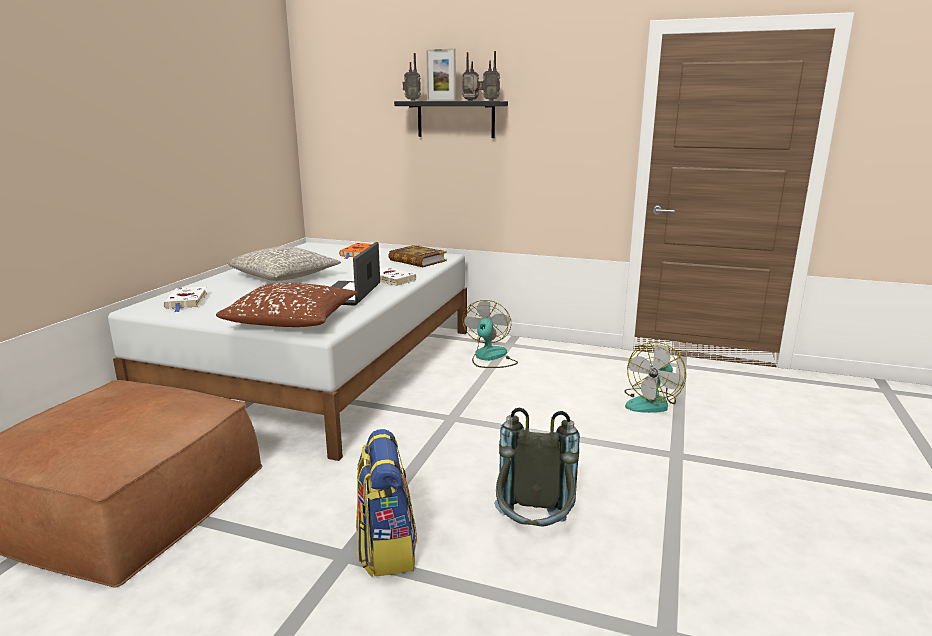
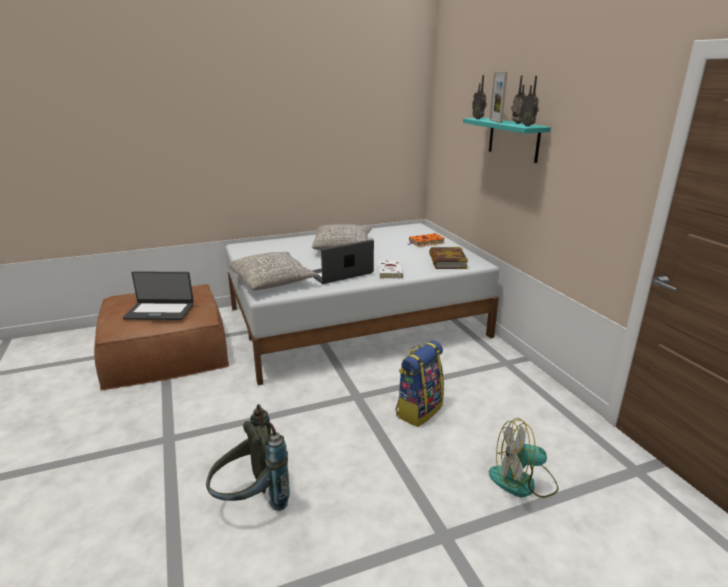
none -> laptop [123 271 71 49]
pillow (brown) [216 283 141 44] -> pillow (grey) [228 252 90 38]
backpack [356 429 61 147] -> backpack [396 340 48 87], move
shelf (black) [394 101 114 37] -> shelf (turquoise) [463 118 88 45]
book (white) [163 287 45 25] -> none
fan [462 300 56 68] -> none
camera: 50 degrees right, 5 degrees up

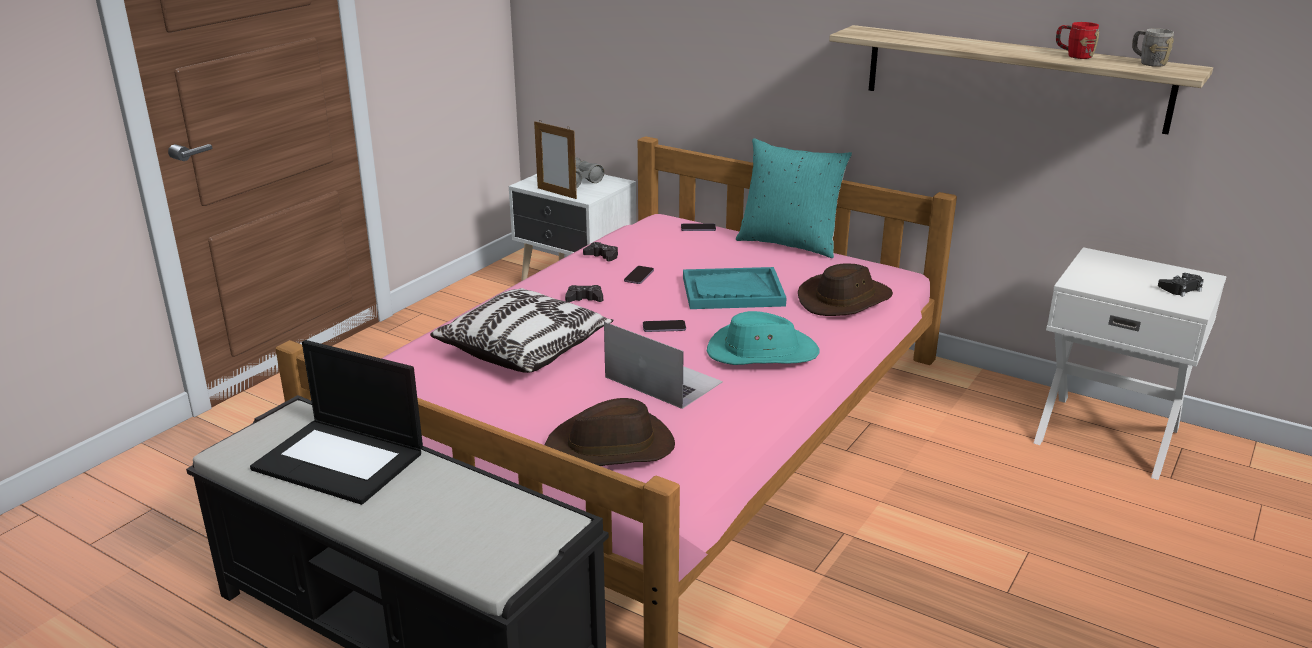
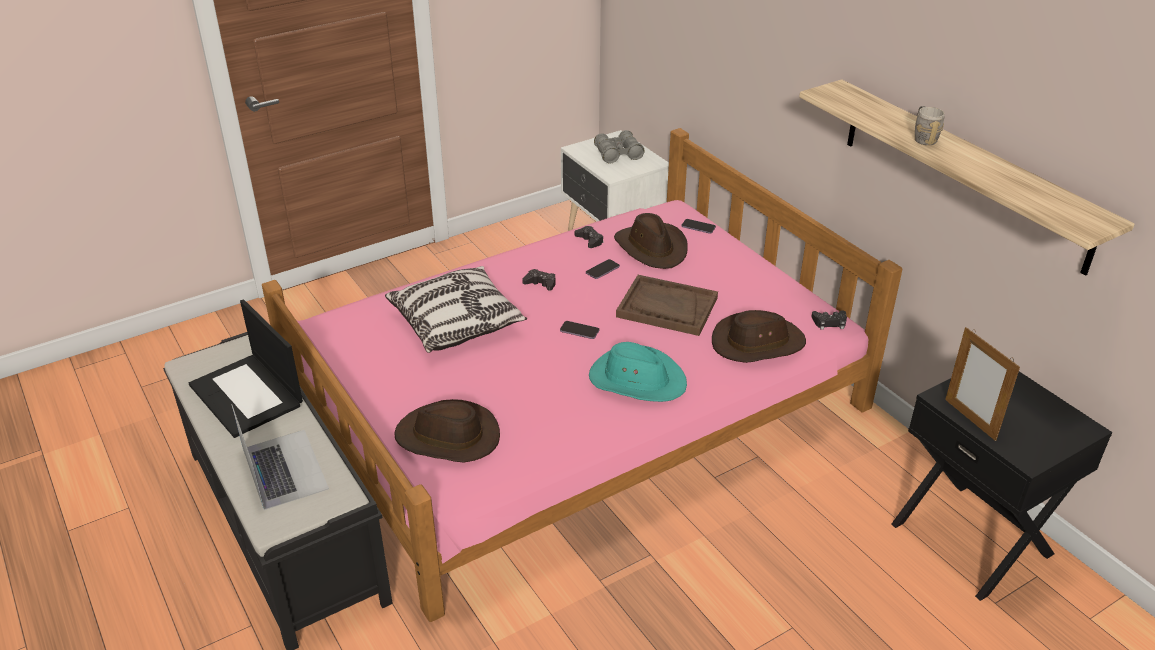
laptop [604 322 119 87] -> laptop [231 404 98 106], move
none -> hat (brown) [614 213 74 56]
tray (turquoise) [683 267 104 42] -> tray (brown) [616 275 102 61]
game controller (black) [1158 273 46 24] -> game controller (black) [811 310 36 20], move
nightstand (white) [1034 247 192 233] -> nightstand (black) [891 372 221 229]
mug (grey) [1132 28 42 39] -> mug (grey) [915 106 30 39], move
picture frame [534 121 43 78] -> picture frame [945 327 75 114], move
pillow (turquoise) [736 138 116 120] -> none
mug (red) [1056 22 43 37] -> none
camera: 25 degrees right, 10 degrees up

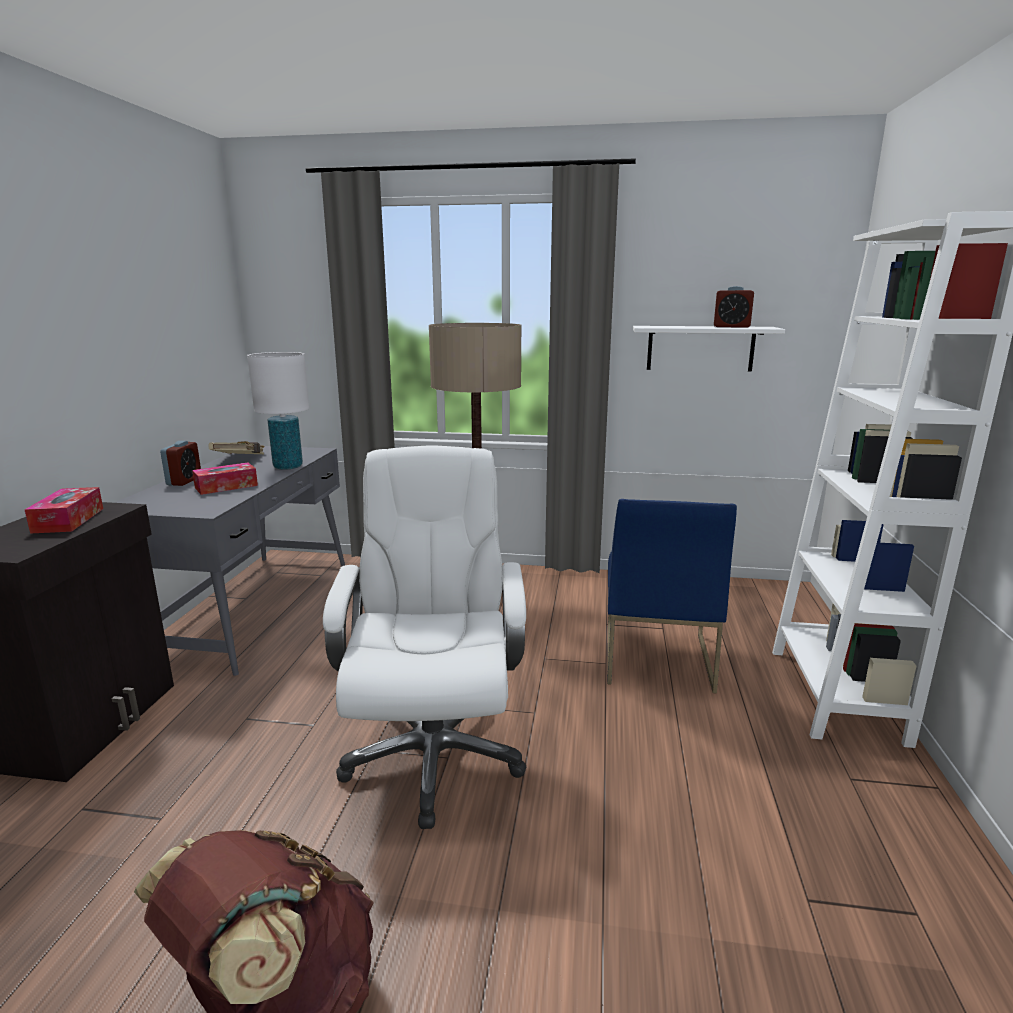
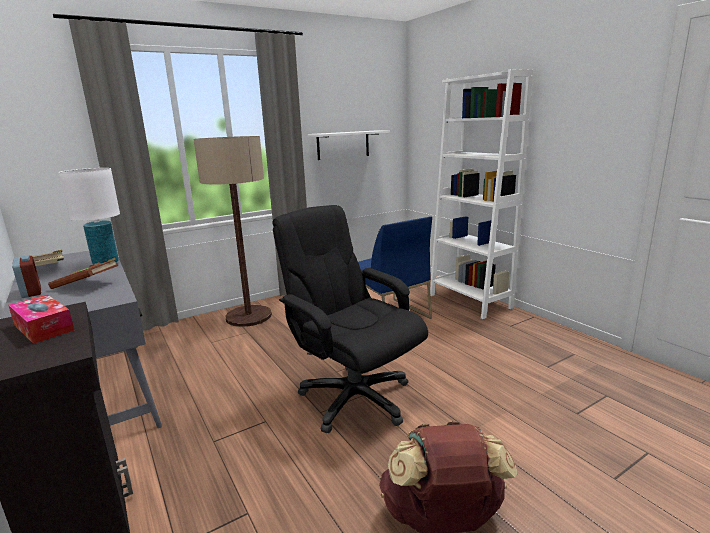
tissue box [192 462 66 33] -> book (brown) [48 258 70 31]
office chair (white) [323 445 203 384] -> office chair (black) [272 205 156 228]
alarm clock [714 286 40 42] -> none
camera: 40 degrees left, 0 degrees up

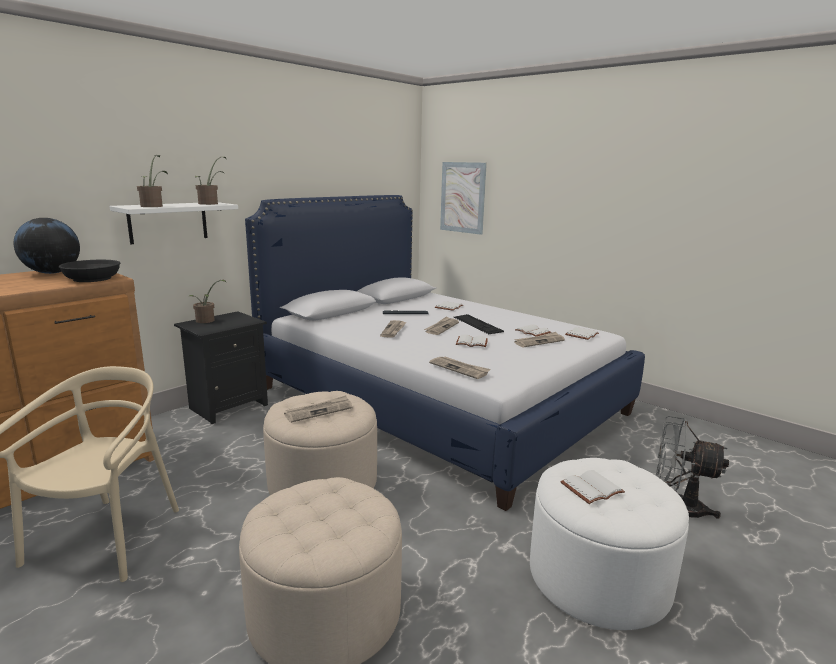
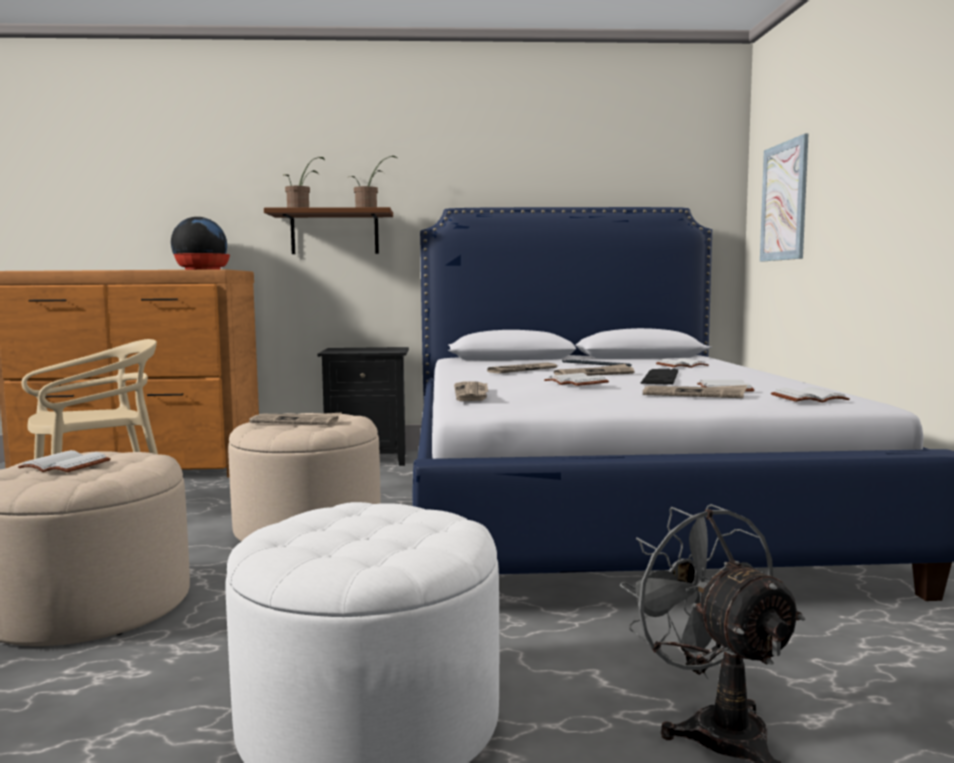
book (white) [560 470 65 34] -> book (white) [18 450 93 23], move
bowl (black) [59 260 61 22] -> bowl (red) [174 253 56 17]
shelf (white) [110 202 128 42] -> shelf (brown) [264 207 129 47]
potted plant [189 280 38 43] -> none
camera: 45 degrees right, 10 degrees down

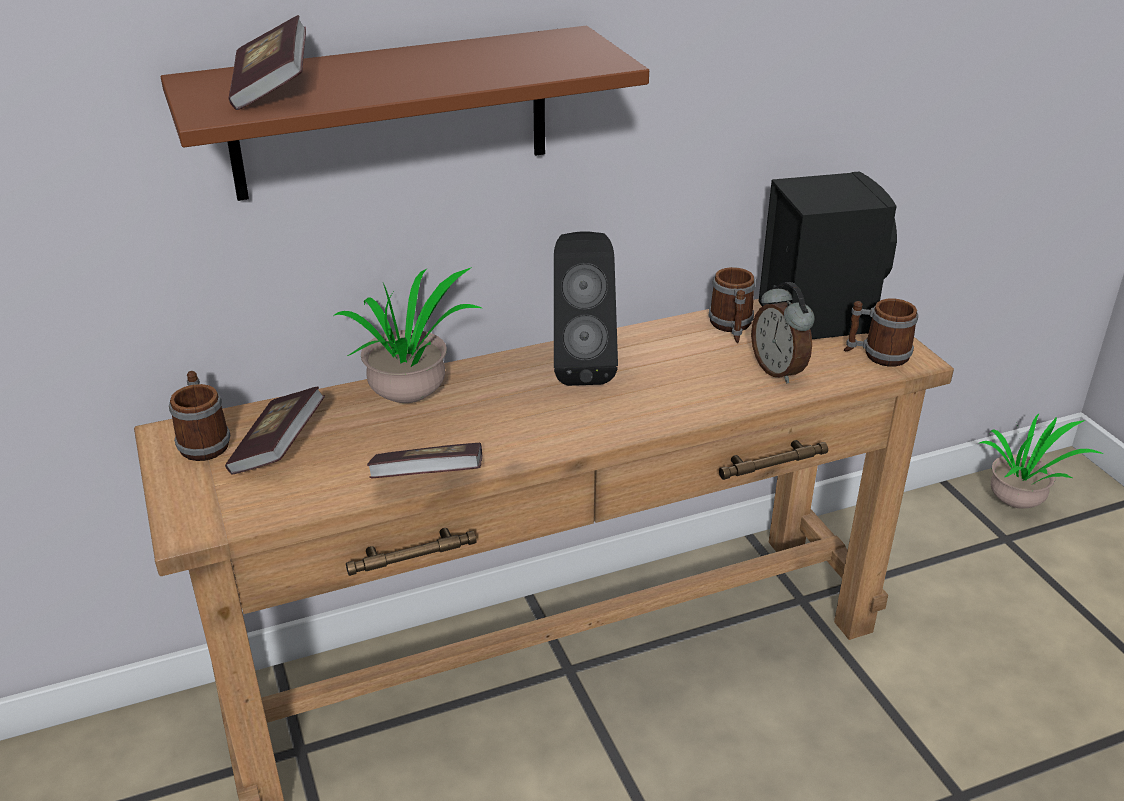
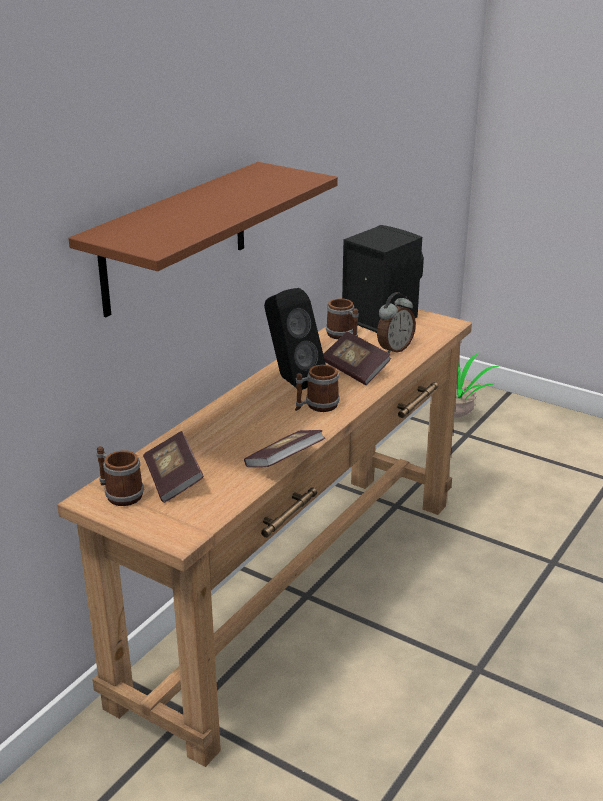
mug [844 299 74 67] -> mug [295 365 45 47], move
book [228 15 78 95] -> book [323 332 68 53], move
alarm clock [751 282 64 102] -> alarm clock [377 292 39 62], 75 degrees counterclockwise
potted plant [334 267 148 136] -> none
camera: 35 degrees left, 5 degrees down

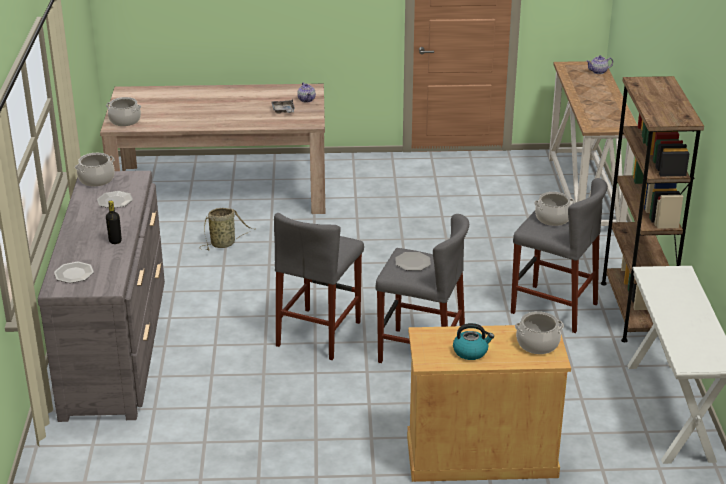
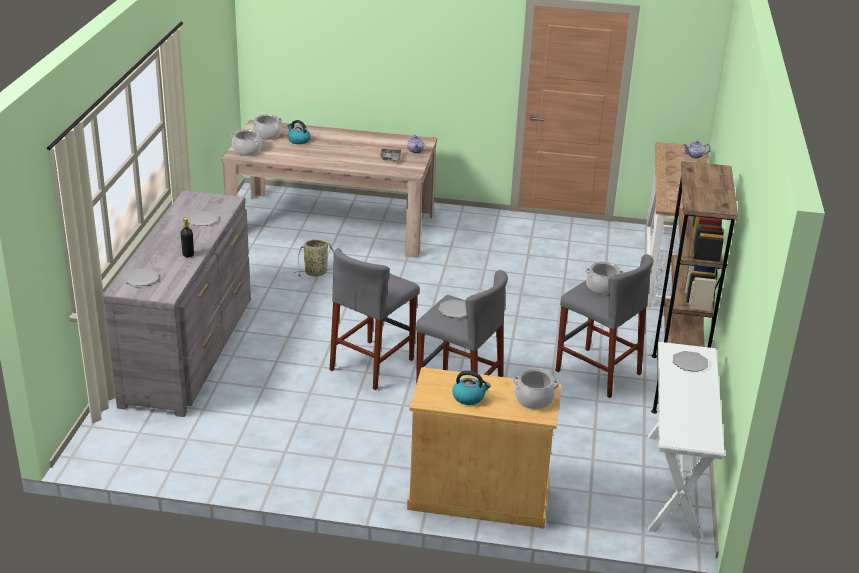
cooking pot [75 153 40 33] -> cooking pot [251 114 32 26], move
none -> kettle [287 120 23 24]
none -> plate [673 351 35 21]
camera: 10 degrees right, 0 degrees up

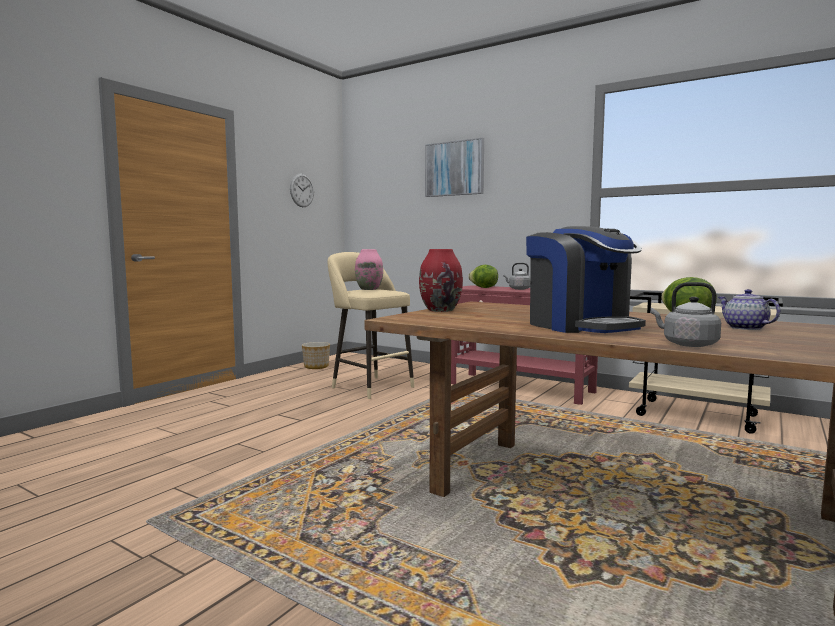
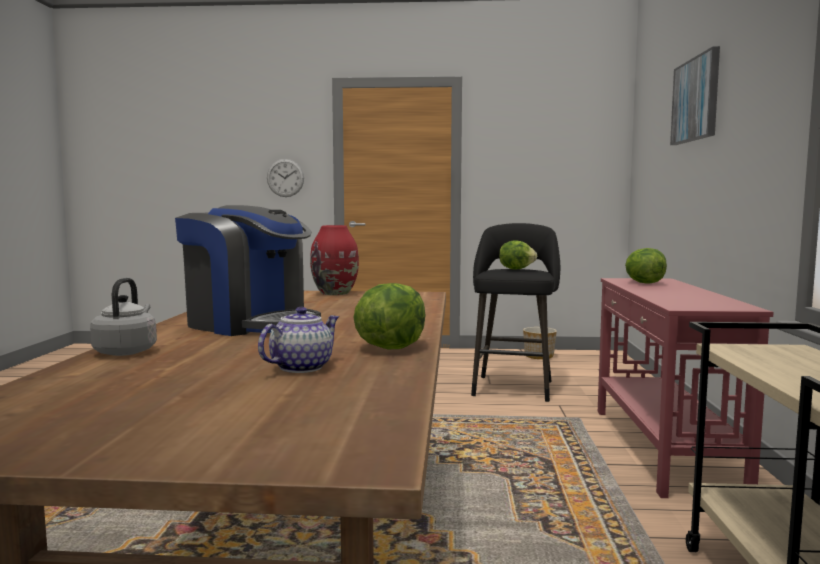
coffee machine [526 226 120 107] -> coffee machine [175 205 146 131], 90 degrees counterclockwise
wall clock [290 174 24 33] -> wall clock [267 159 37 38], move
stool (beige) [328 252 87 147] -> stool (black) [471 223 89 179]
vase (pink) [355 249 28 41] -> lettuce [499 240 38 29]
kettle (grey) [503 263 27 27] -> none
camera: 60 degrees right, 0 degrees up

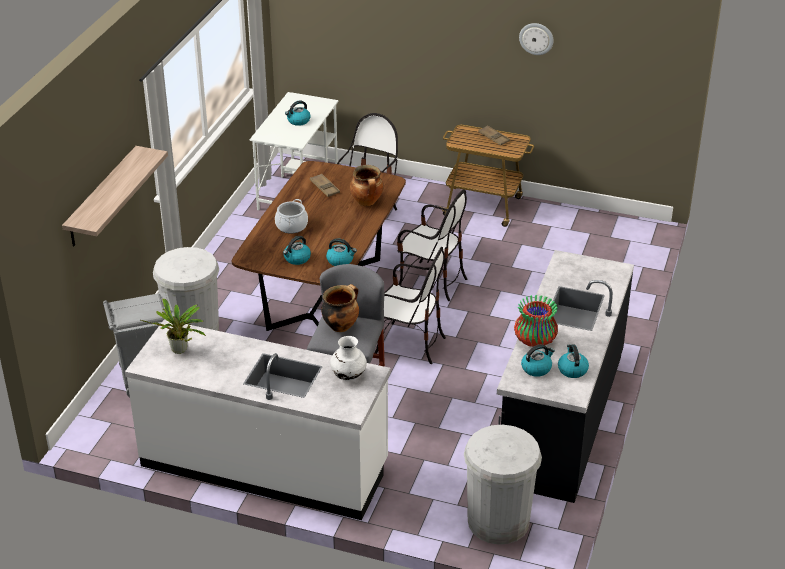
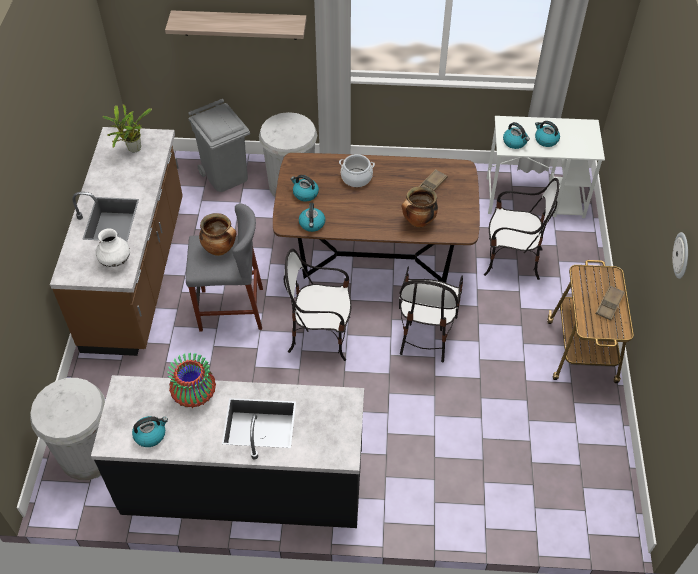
counter (white) [125 319 266 201] -> counter (brown) [50 127 133 229]
chair [375 247 71 117] -> chair [283 248 69 113], 90 degrees clockwise
kettle [521 344 34 33] -> kettle [503 122 27 27], move
camera: 75 degrees right, 15 degrees up

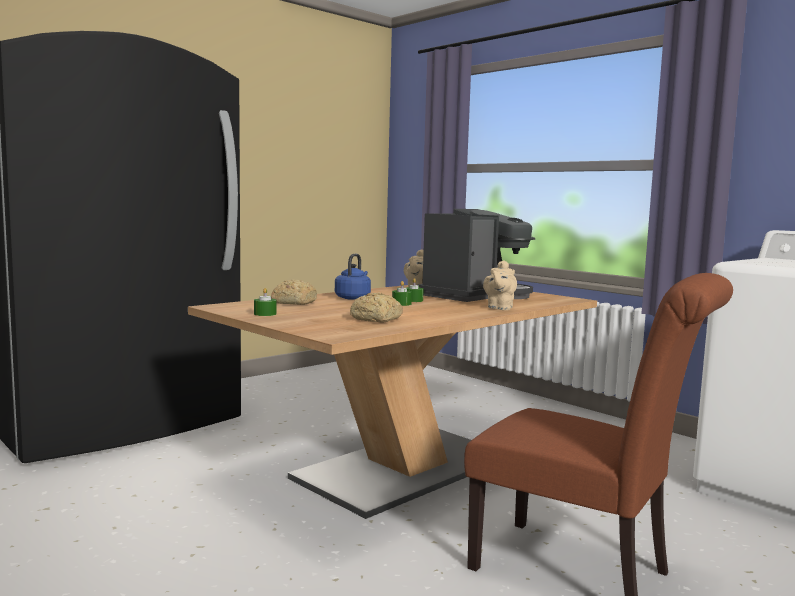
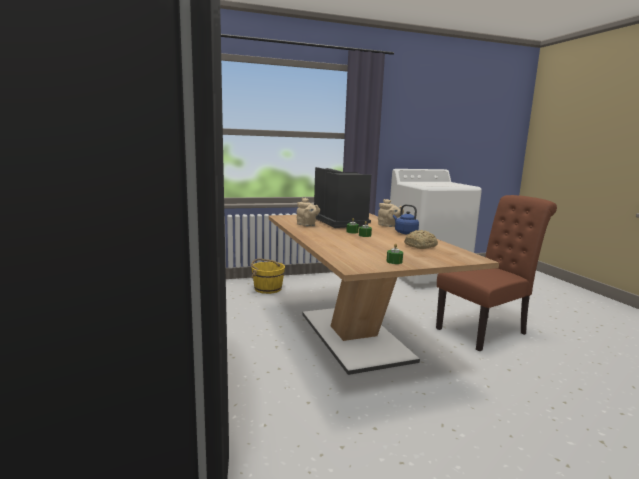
none -> bucket (yellow) [251 259 34 35]
kettle (blue) [335 254 36 46] -> kettle (blue) [393 204 26 30], move
bread [271 280 46 25] -> none
camera: 65 degrees left, 5 degrees up

